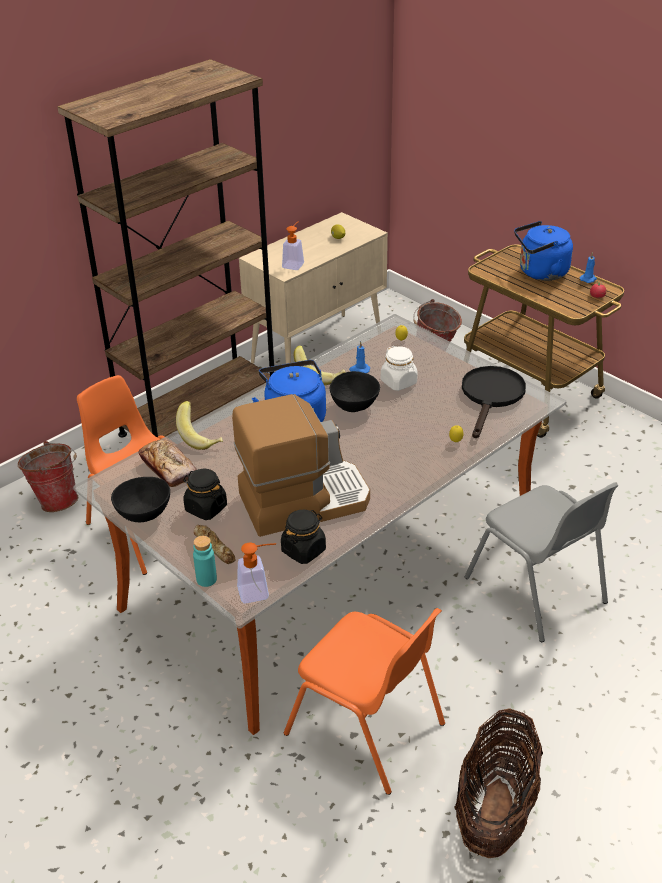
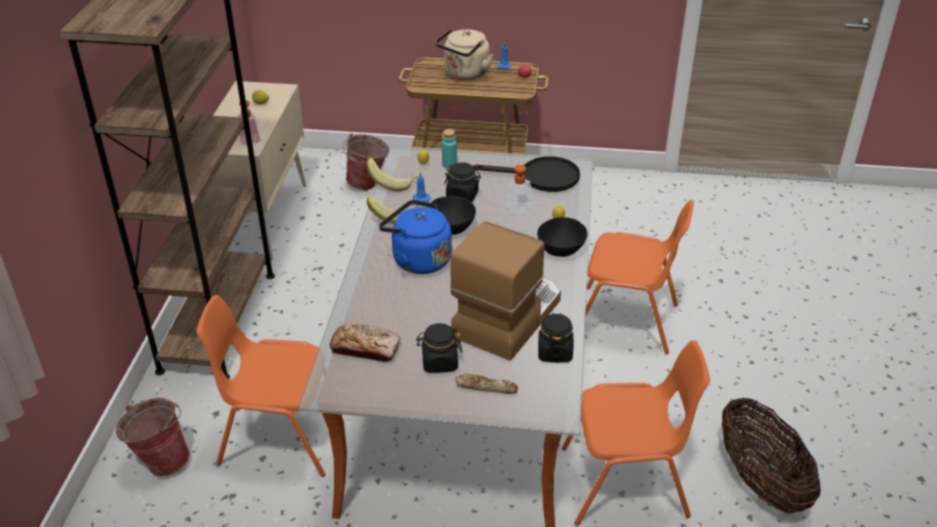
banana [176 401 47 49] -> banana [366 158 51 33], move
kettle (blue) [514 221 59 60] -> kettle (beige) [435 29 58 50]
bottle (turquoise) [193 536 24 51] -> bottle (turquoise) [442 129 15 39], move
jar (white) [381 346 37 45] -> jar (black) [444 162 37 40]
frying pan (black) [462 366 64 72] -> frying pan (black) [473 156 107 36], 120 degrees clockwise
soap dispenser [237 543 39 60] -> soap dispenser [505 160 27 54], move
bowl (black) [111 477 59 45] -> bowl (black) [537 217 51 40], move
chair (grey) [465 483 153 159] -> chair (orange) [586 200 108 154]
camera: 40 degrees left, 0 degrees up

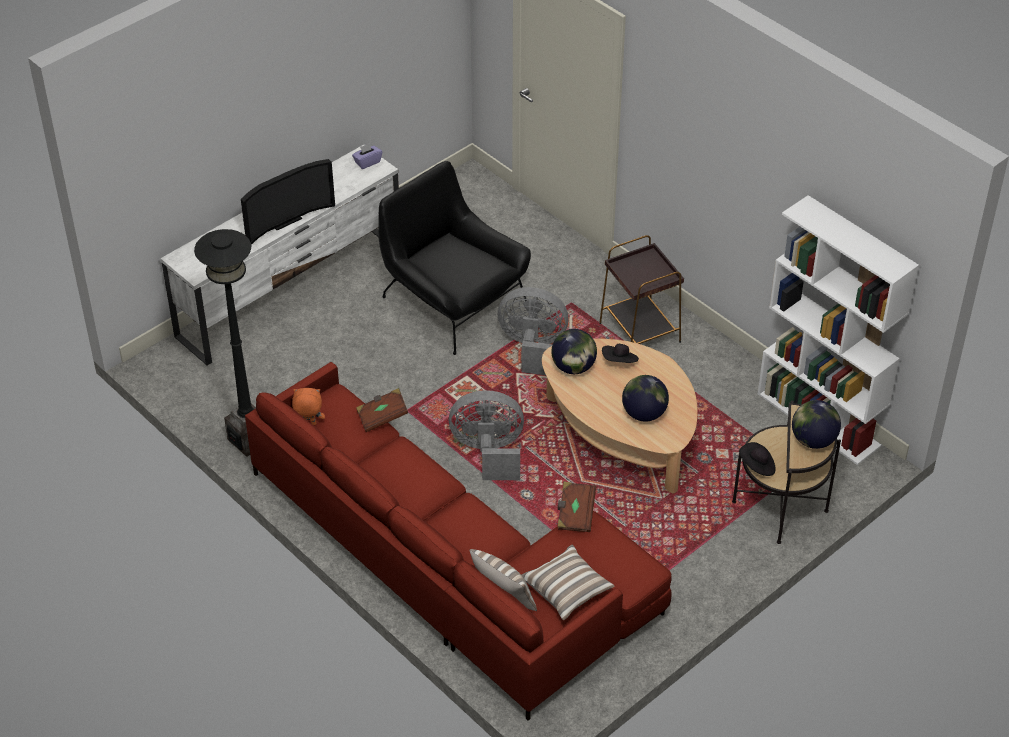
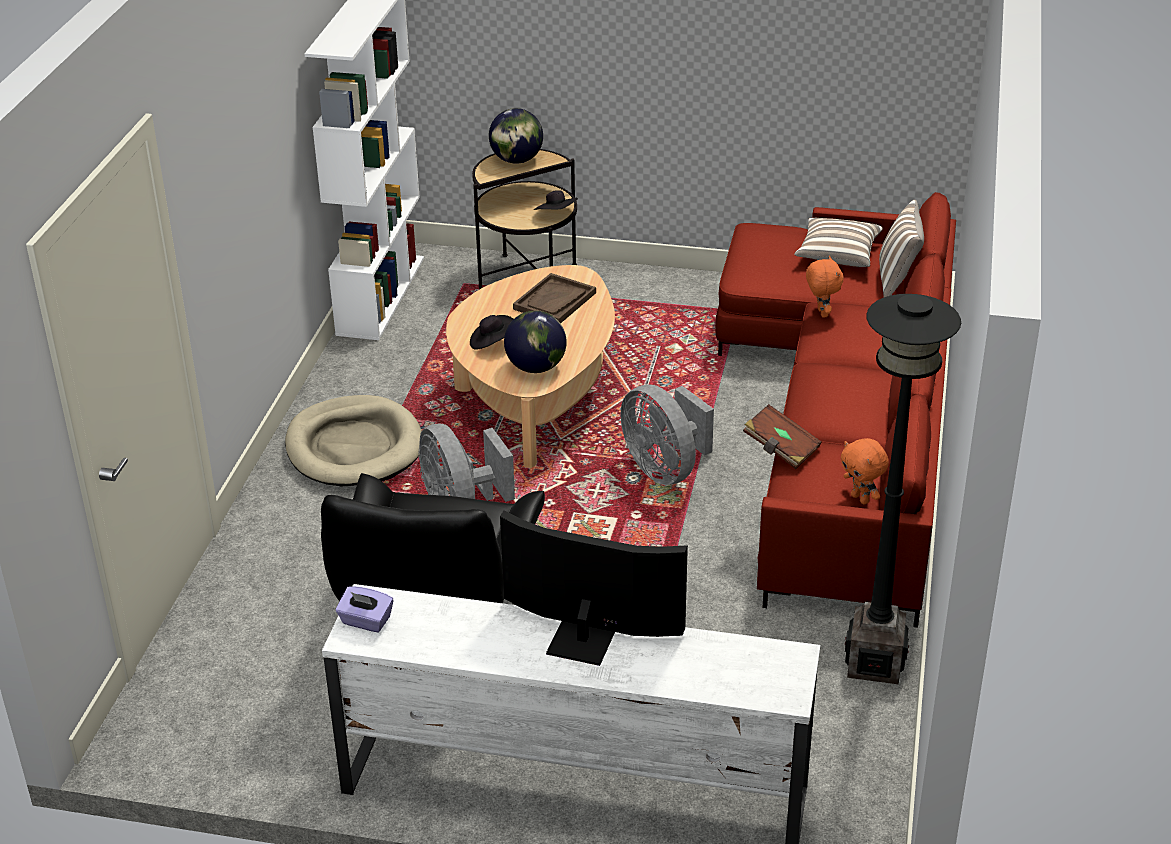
side table (brown) [599 235 85 109] -> dog bed (beige) [285 395 137 91]
globe [622 375 47 46] -> tray (brown) [513 273 83 50]
none -> plush toy (orange) [806 256 38 62]
book (brown) [557 482 39 50] -> none
camera: 125 degrees left, 10 degrees down

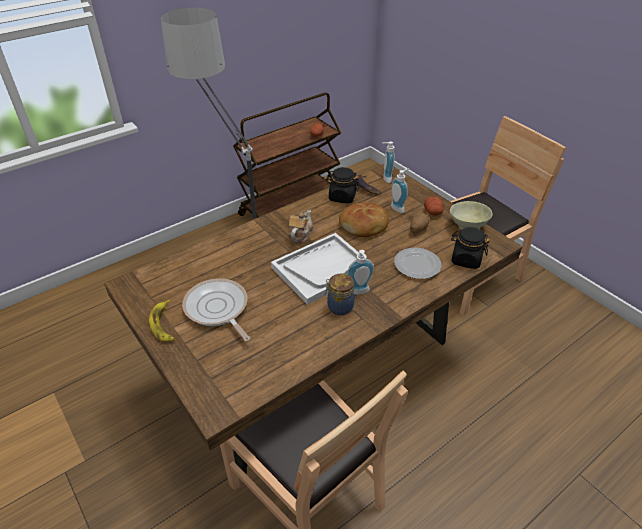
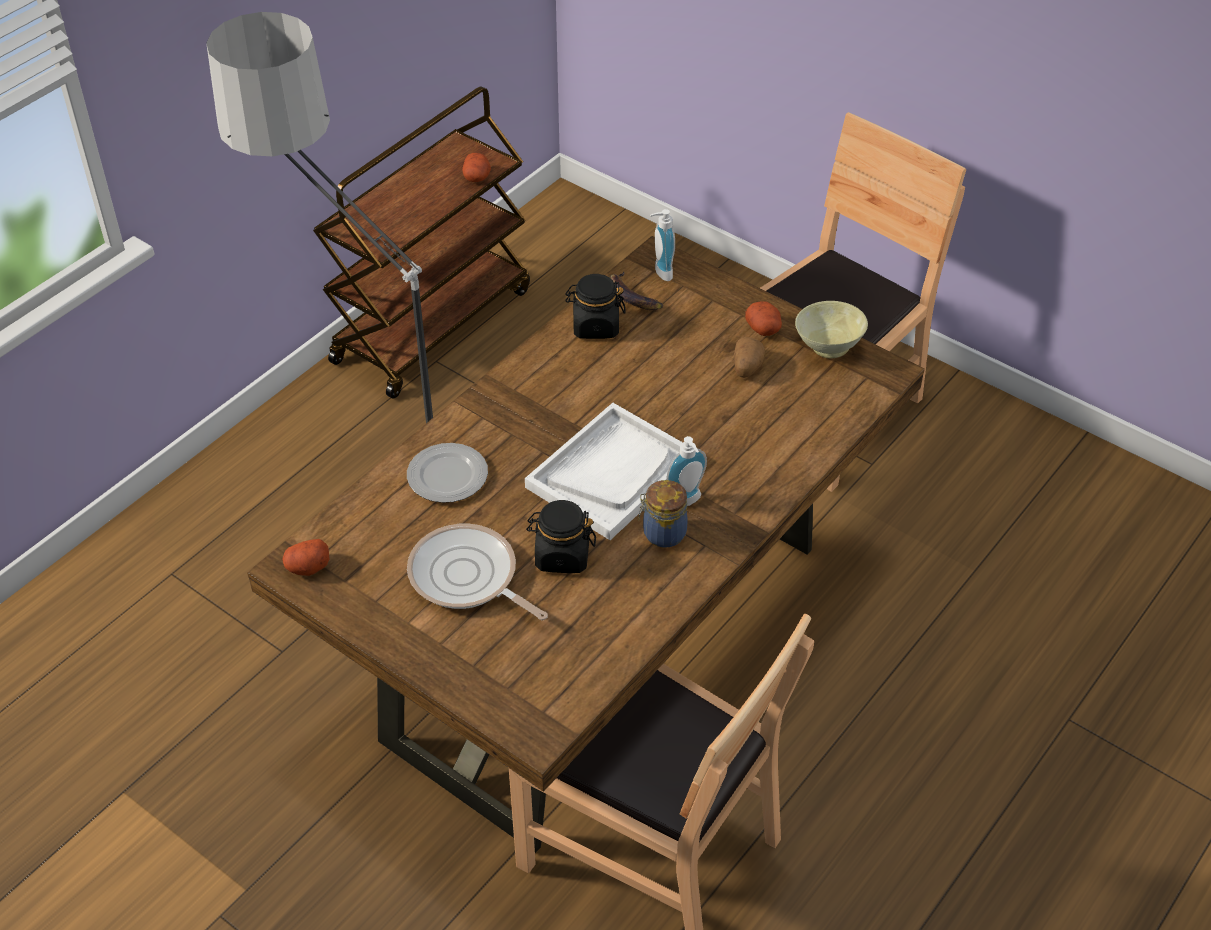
none -> potato [282 539 48 37]
plate [394 248 47 31] -> plate [407 443 81 60], move
jar (black) [451 227 38 42] -> jar (black) [526 500 70 73], move
banana [149 300 25 42] -> none
teapot [289 210 24 33] -> none
bread [339 202 50 35] -> none
soap dispenser [391 168 18 45] -> none
camera: 15 degrees left, 5 degrees up

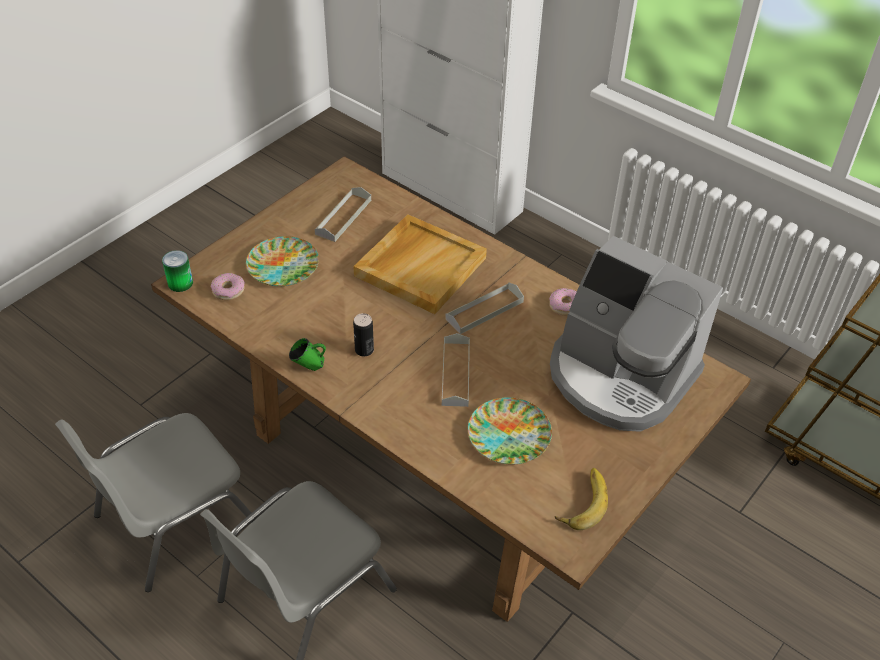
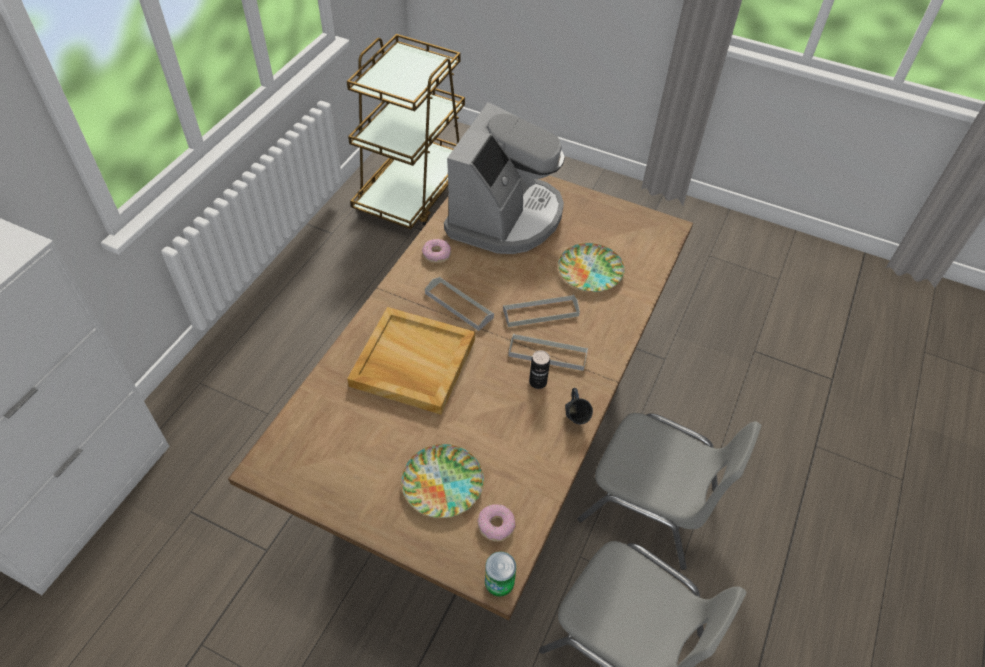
tray (grey) [315 187 56 55] -> tray (grey) [508 334 80 37], move
mug (green) [289 338 37 33] -> mug (blue) [565 388 28 37]
banana [555 468 53 62] -> none
camera: 105 degrees left, 5 degrees up

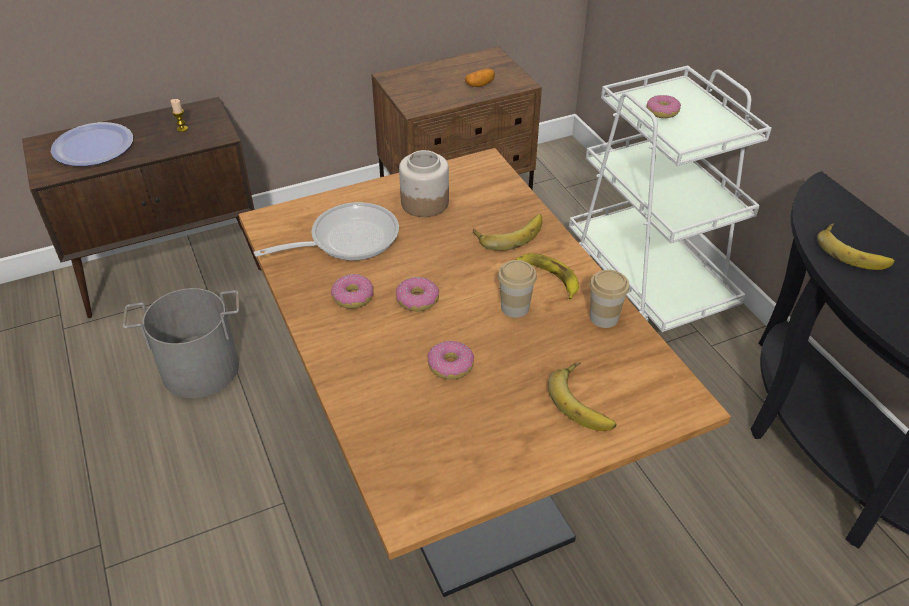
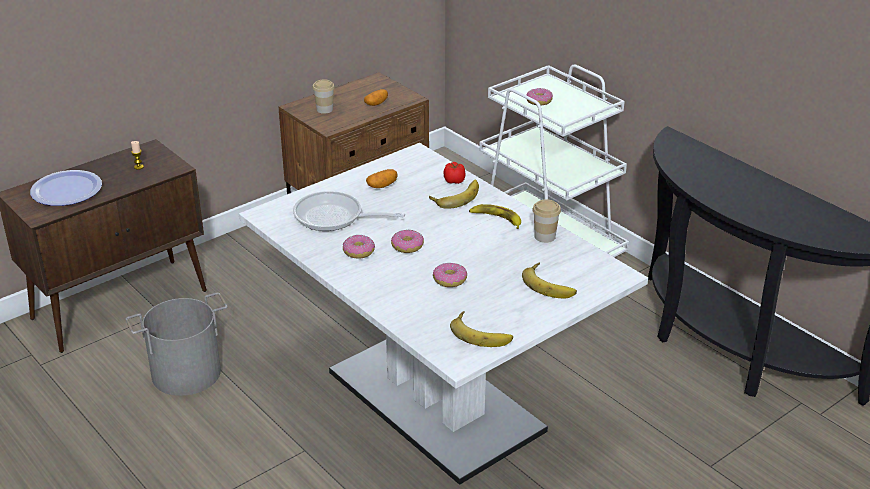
dining table (brown) [238 148 493 449] -> dining table (white) [239 143 409 342]
frying pan [254 202 145 59] -> frying pan [293 191 112 40], 120 degrees counterclockwise
cup [498 260 39 58] -> cup [312 79 23 35], move
jar [399 150 50 67] -> potato [366 169 32 19]
none -> tomato [444 162 21 22]
banana [817 223 78 47] -> banana [450 311 63 36], move
camera: 15 degrees left, 10 degrees down

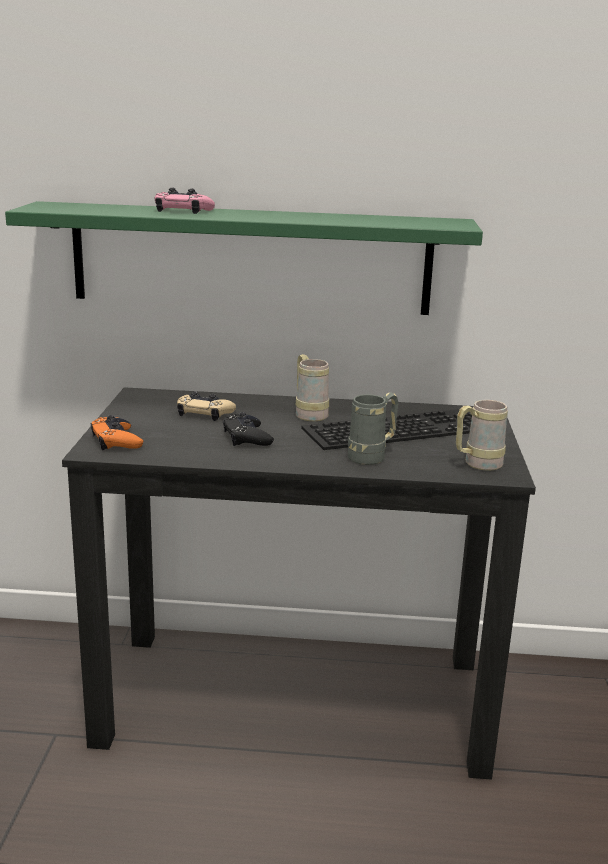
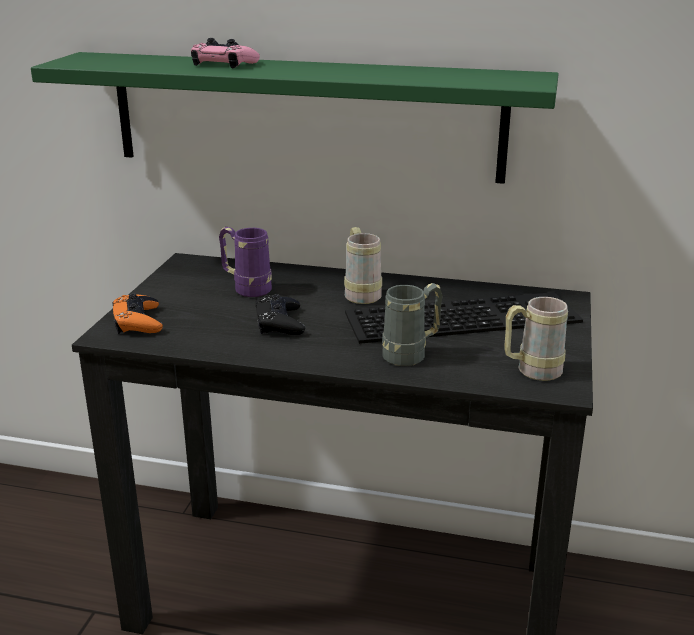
game controller (beige) [177 391 59 30] -> mug (purple) [219 227 53 70]
camera: 10 degrees right, 5 degrees up

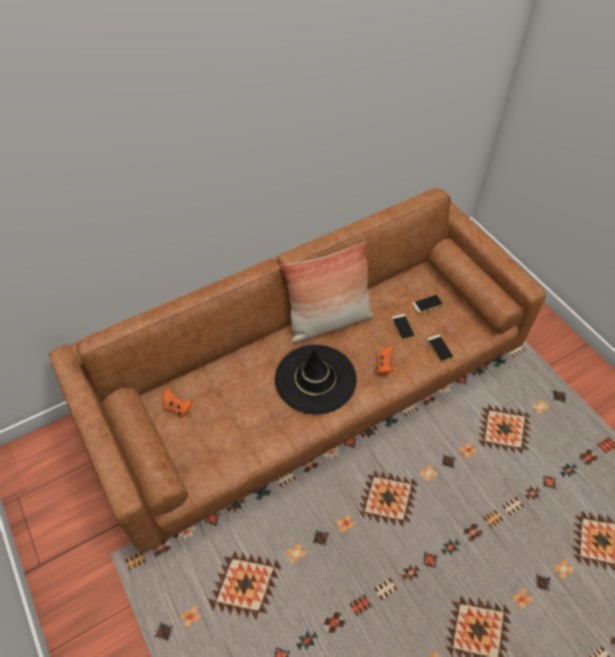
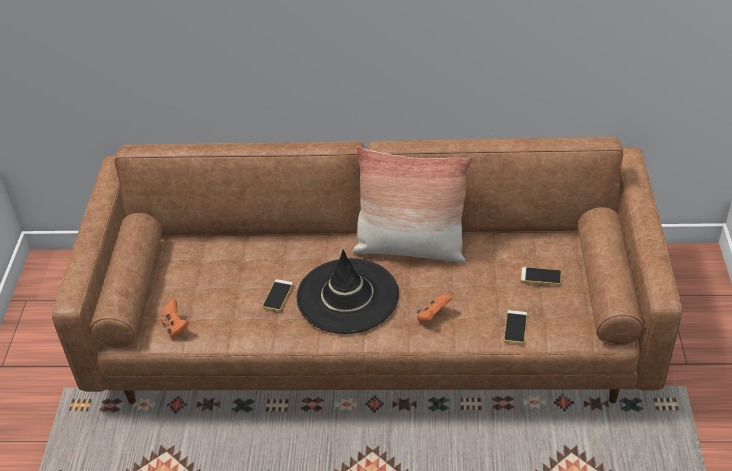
game controller (orange) [163 389 30 29] -> game controller (orange) [160 299 29 39], move
phone [391 314 24 26] -> phone [262 279 31 32], move
camera: 35 degrees right, 10 degrees down

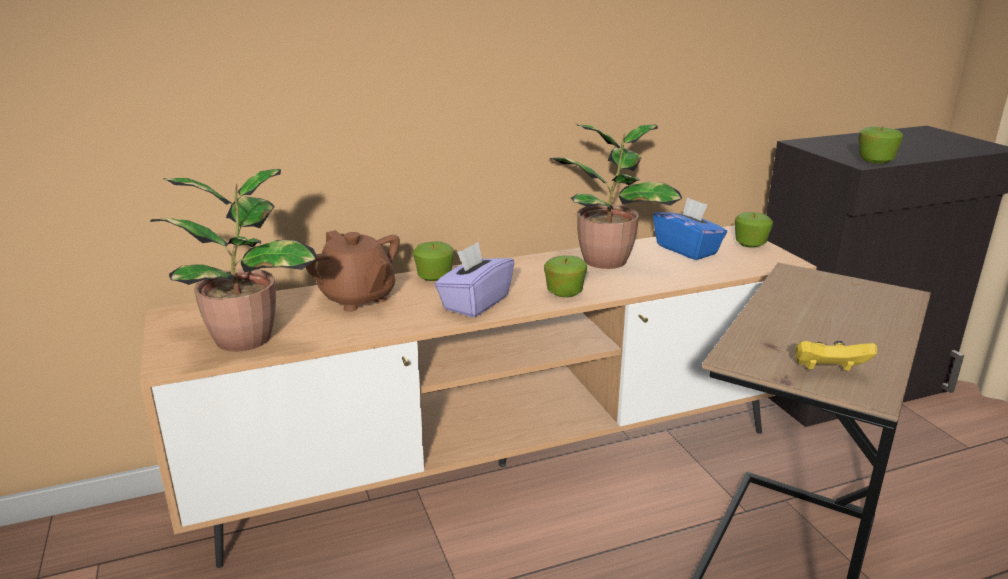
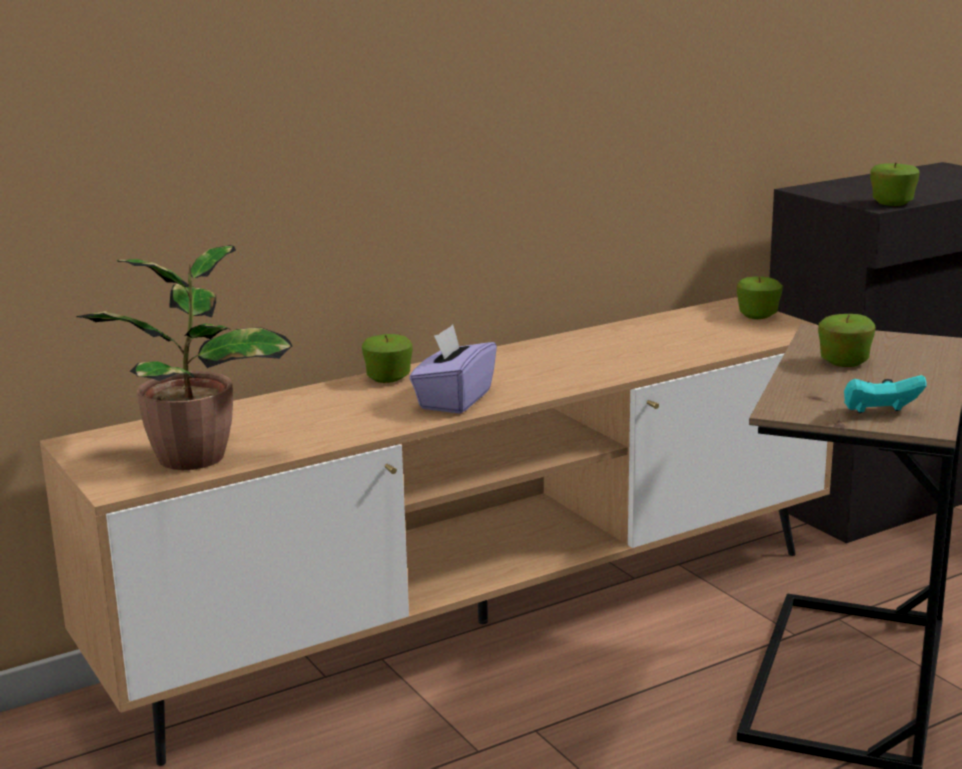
apple [544 255 43 42] -> apple [818 314 58 53], move
game controller (yellow) [795 341 82 30] -> game controller (turquoise) [844 375 83 38]
teapot (brown) [306 230 94 82] -> none
potted plant [550 124 132 145] -> none
tissue box (blue) [653 197 74 63] -> none
camera: 10 degrees left, 5 degrees down

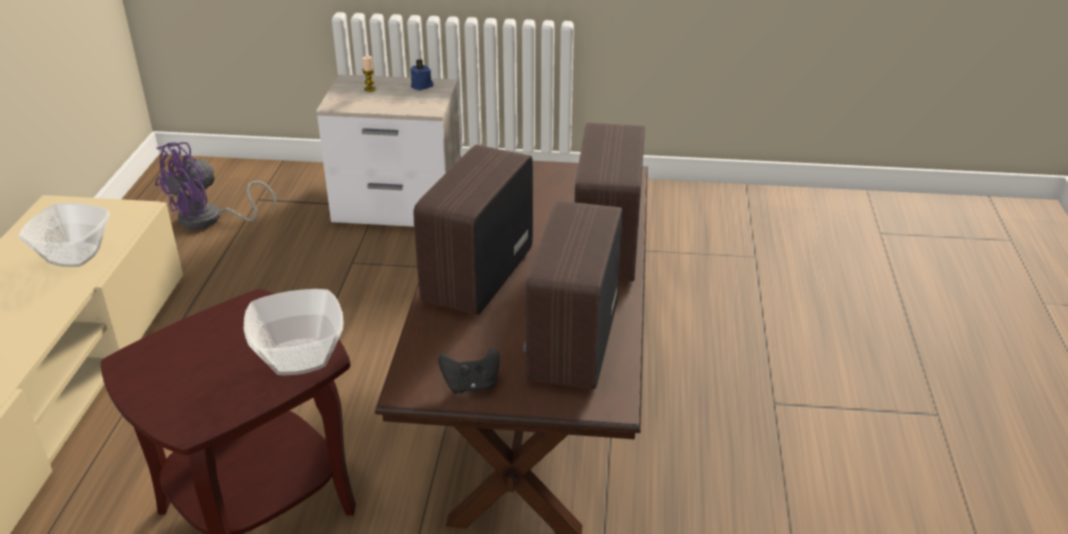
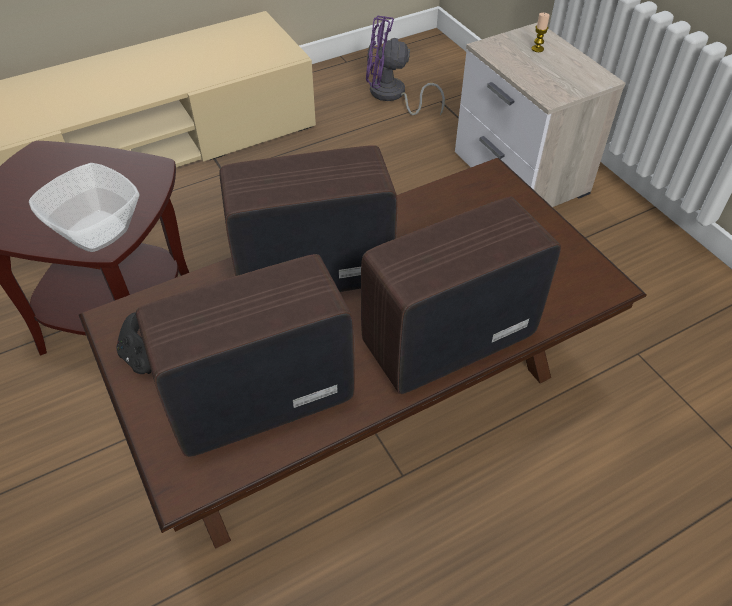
bowl [19 203 91 64] -> none
candle (blue) [410 59 23 32] -> none
camera: 55 degrees right, 15 degrees up

